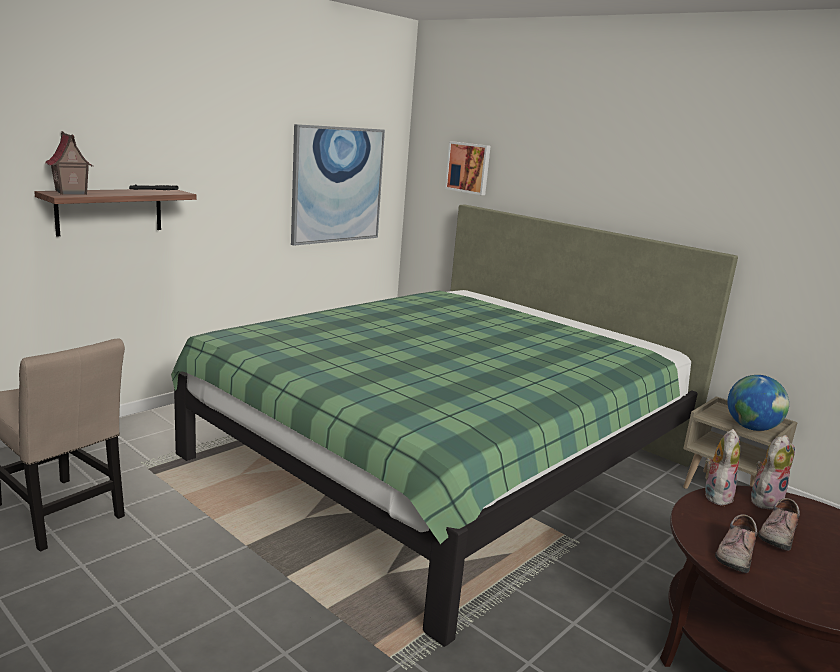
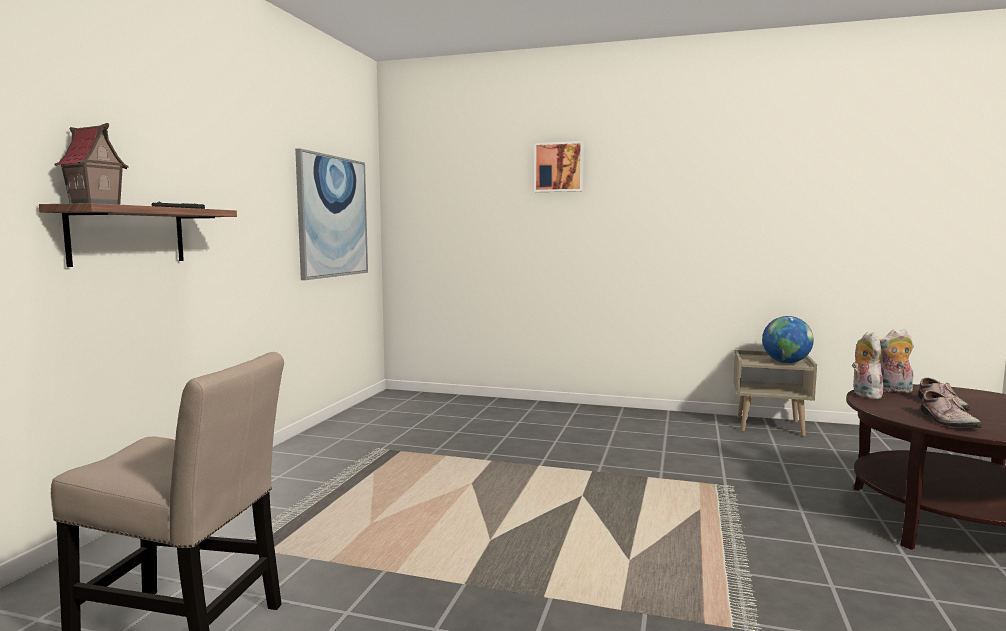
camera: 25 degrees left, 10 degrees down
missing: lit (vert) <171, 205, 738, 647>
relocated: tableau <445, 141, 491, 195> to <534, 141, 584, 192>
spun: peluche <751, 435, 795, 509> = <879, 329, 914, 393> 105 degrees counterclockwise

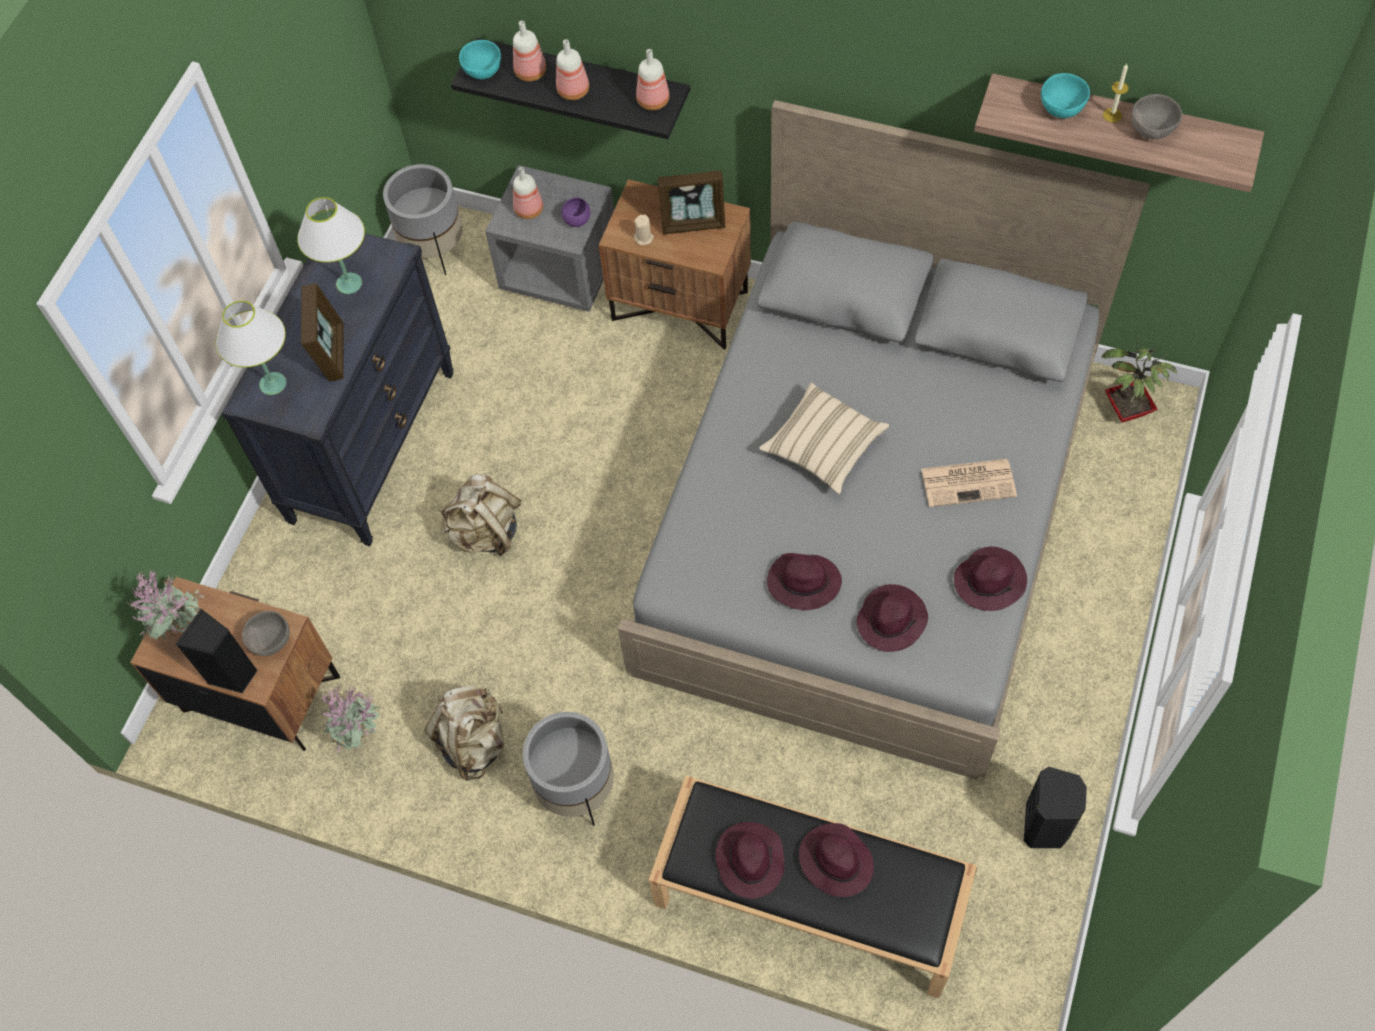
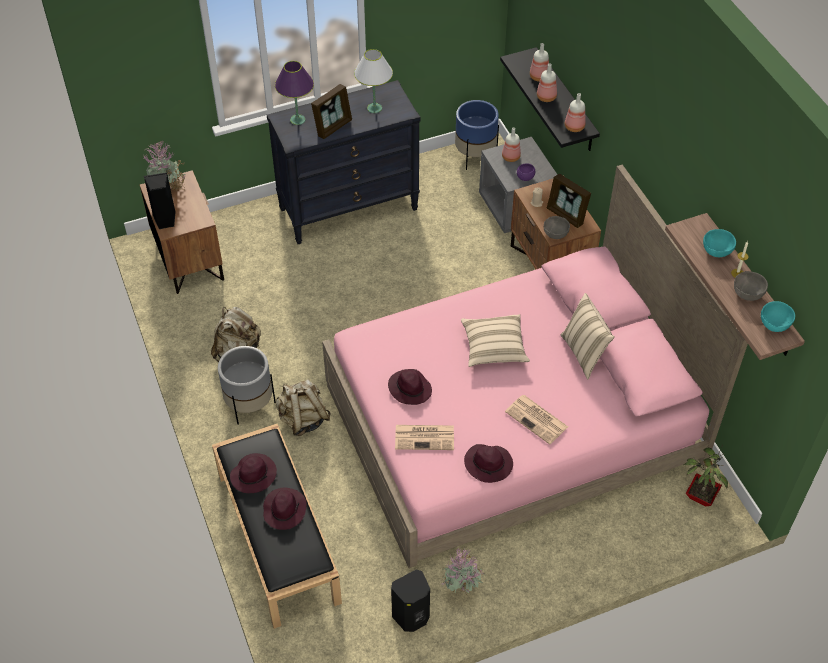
camera: 45 degrees right, 10 degrees down
appeared: coussin (beige) <560, 293, 615, 379>
relocated: bol (gris) <242, 611, 290, 656> to <544, 216, 570, 239>; plante en pot <321, 684, 380, 753> to <442, 548, 485, 595>; sac à dos (beige) <439, 474, 521, 556> to <275, 379, 331, 436>; bol (turquoise) <459, 40, 501, 79> to <761, 301, 795, 332>
exchanged: chapeau (violet) <856, 584, 928, 652> to journal <395, 425, 454, 450>
colour: lampe de table (blanc) <216, 301, 286, 395> to lampe de table (violet) <275, 61, 314, 125>; cache-pot (gris) <383, 164, 463, 275> to cache-pot (bleu) <455, 100, 499, 170>; lit (gris) <618, 100, 1150, 780> to lit (rose) <322, 165, 748, 568>

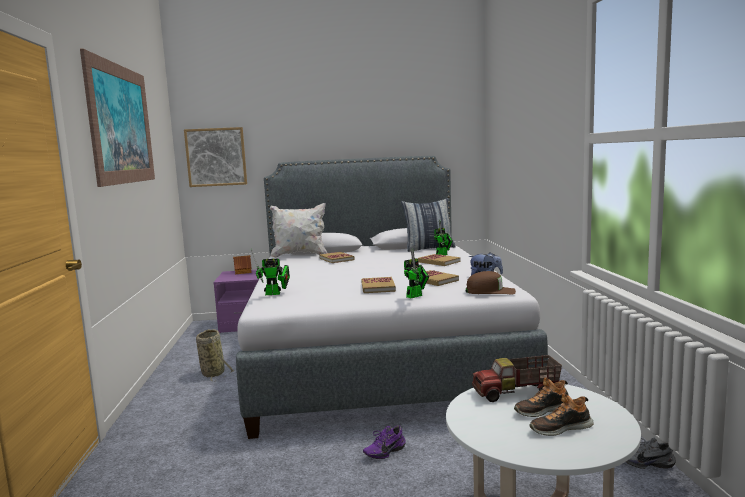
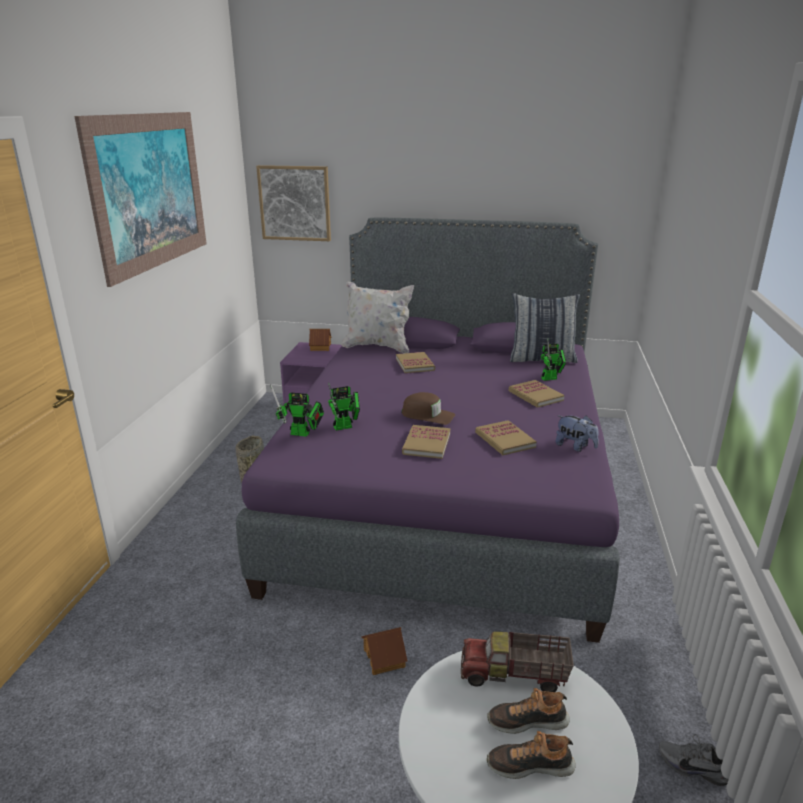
camera: 15 degrees right, 15 degrees up
relocated: robot jouet <404, 249, 429, 298> to <328, 382, 360, 431>; casquette (marron) <466, 271, 516, 294> to <402, 392, 455, 425>
exchanged: chaussure (violet) <363, 425, 406, 459> to maison miniature <361, 627, 408, 675>
colour: lit (gris) <236, 156, 548, 439> to lit (violet) <236, 218, 620, 643>

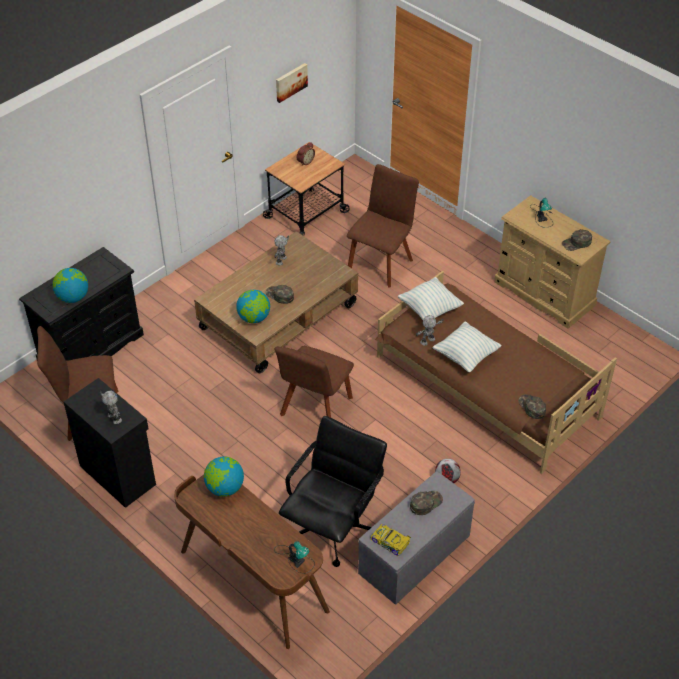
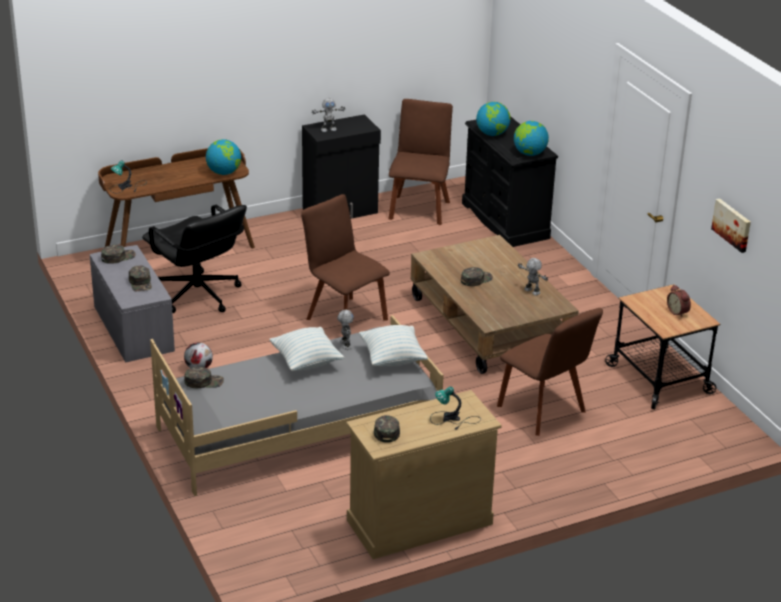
camera: 110 degrees right, 15 degrees down
relocated: globe <236, 290, 270, 323> to <514, 121, 549, 156>
exchanged: petite voiture <371, 524, 411, 556> to casquette (vert) <101, 245, 136, 264>
colour: lit (marron) <375, 271, 617, 474> to lit (gris) <150, 315, 444, 496>

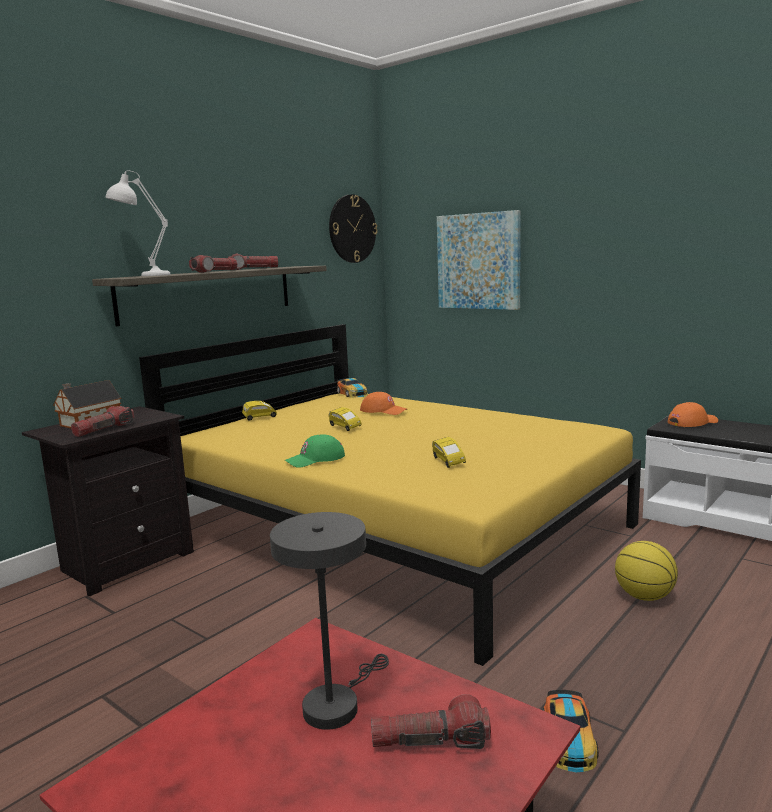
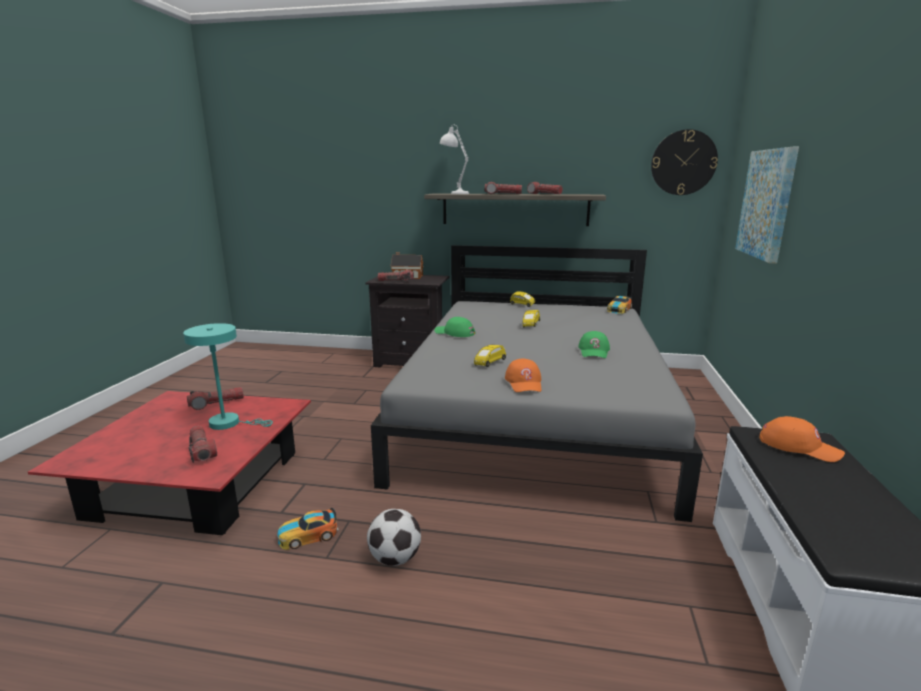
camera: 60 degrees right, 5 degrees up
missing: ballon de basket <615, 541, 678, 601>
appeared: lampe de poche <187, 387, 244, 410>; ballon de foot <367, 509, 421, 566>; casquette (vert) <578, 331, 610, 358>
relocated: casquette (orange) <360, 392, 407, 415> to <505, 358, 541, 392>
colour: lit (jaune) <139, 324, 641, 666> to lit (gris) <371, 245, 703, 522>; lampe de table (gris) <270, 512, 389, 730> to lampe de table (turquoise) <183, 323, 273, 430>

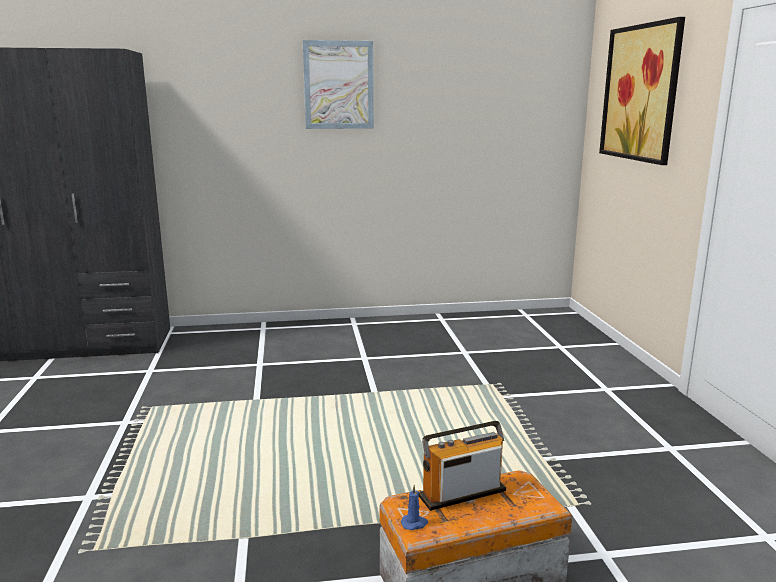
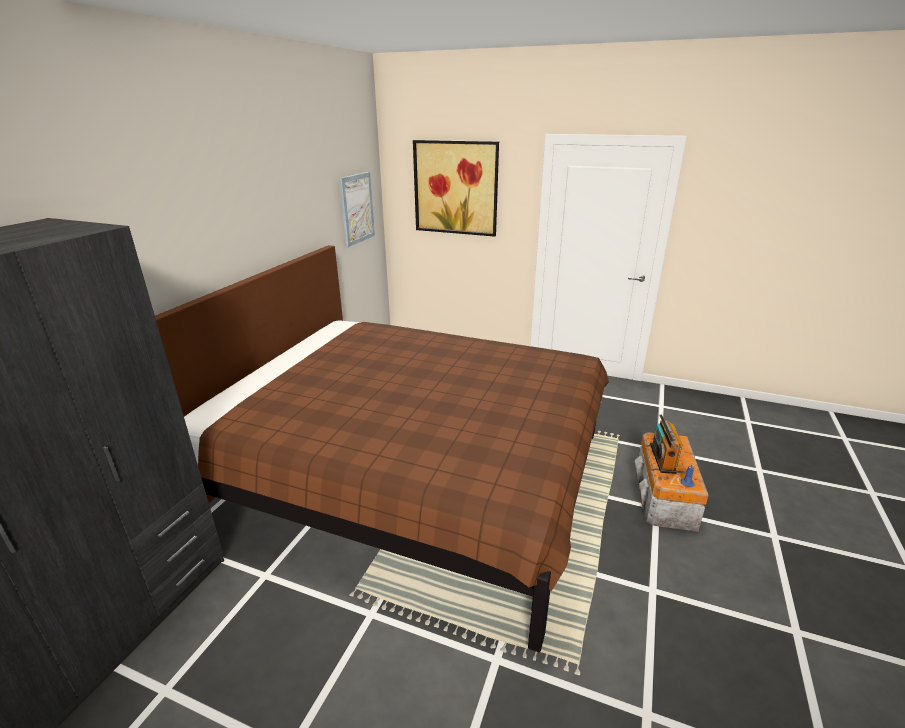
camera: 60 degrees left, 10 degrees up
appeared: lit (marron) <155, 245, 609, 653>
relocated: tableau <303, 40, 374, 129> to <340, 172, 375, 247>

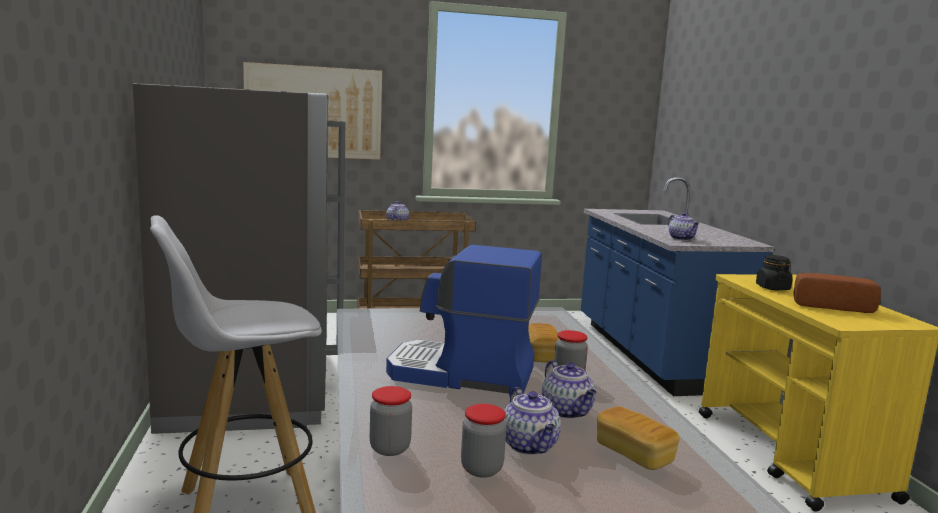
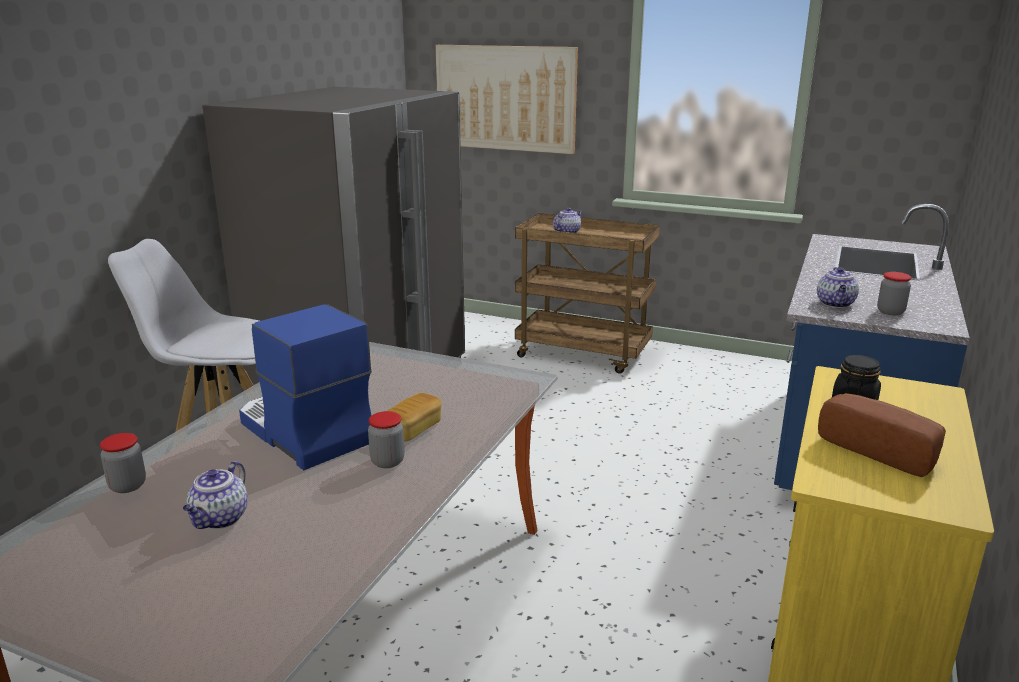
camera: 35 degrees right, 10 degrees up
missing: théière <542, 360, 597, 419>; pain <597, 406, 680, 470>
relocated: bocal <461, 404, 506, 478> to <877, 272, 912, 315>

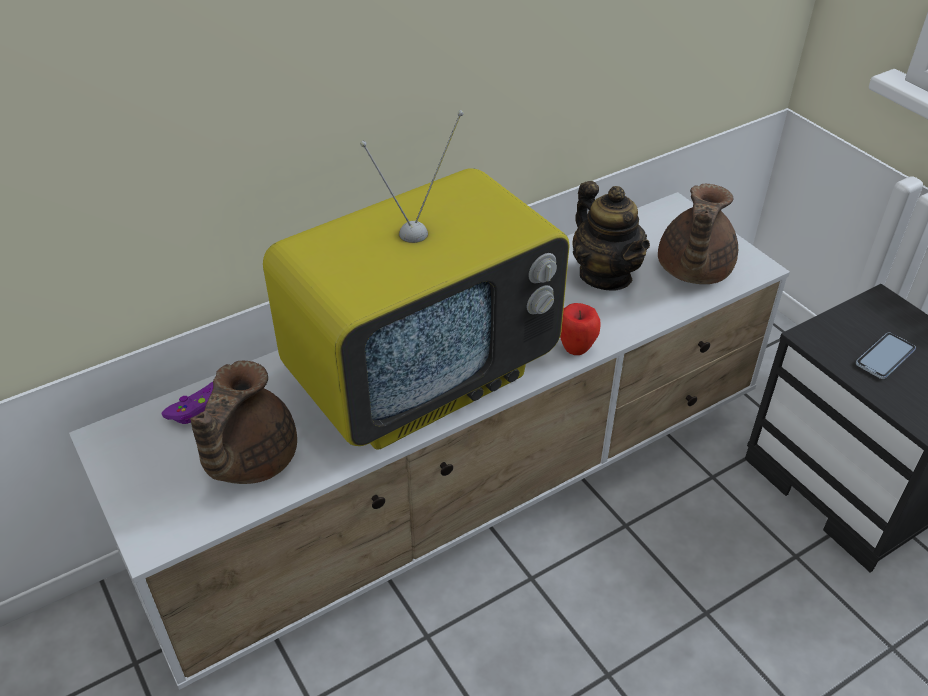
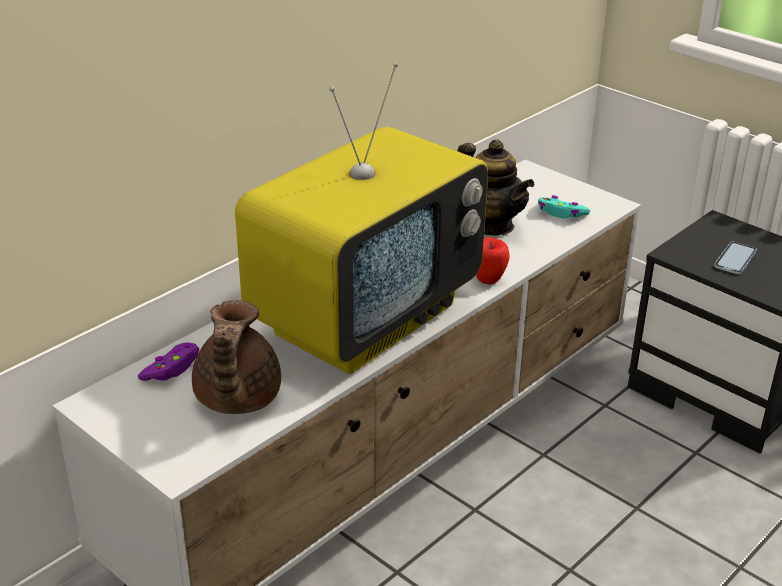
camera: 15 degrees left, 10 degrees down
exchanged: théière (marron) <658, 184, 738, 284> to manette (turquoise) <538, 195, 590, 218>

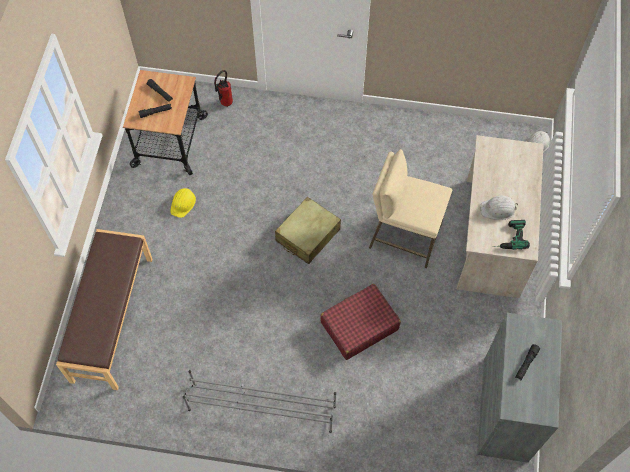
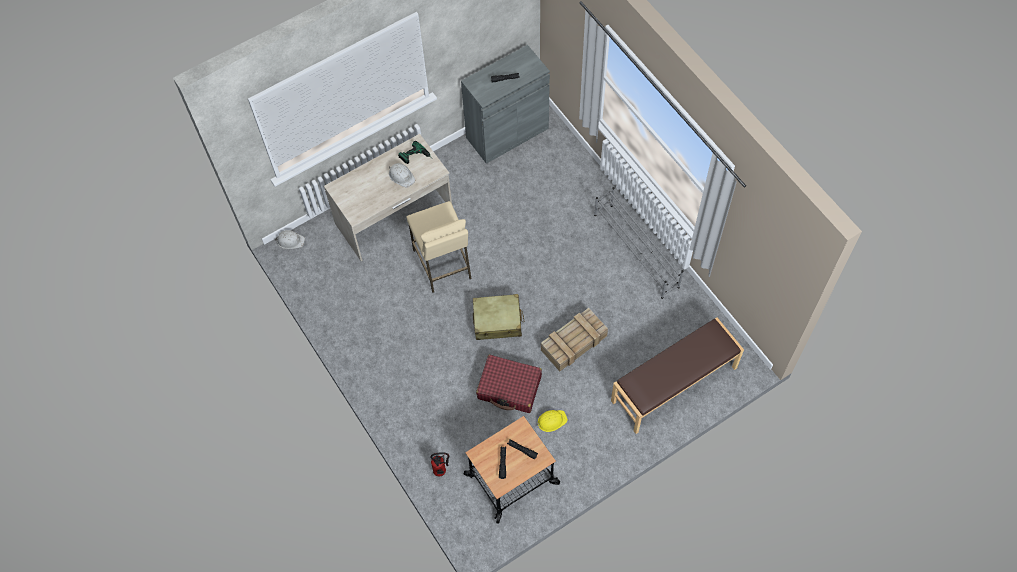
camera: 130 degrees left, 0 degrees up
appeared: caisse <541, 308, 608, 371>
relocated: valise (rouge) <320, 284, 401, 360> to <476, 355, 542, 413>

